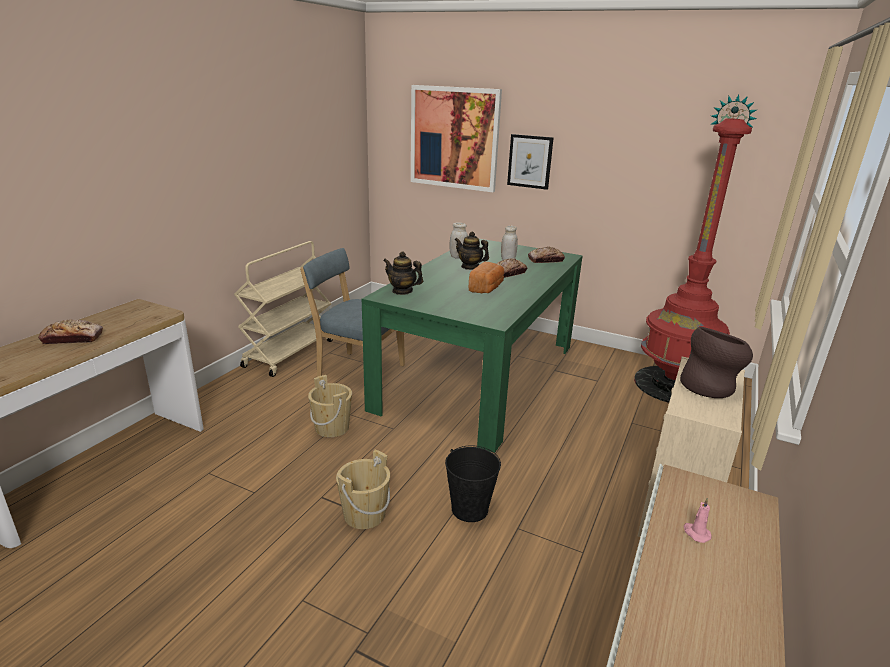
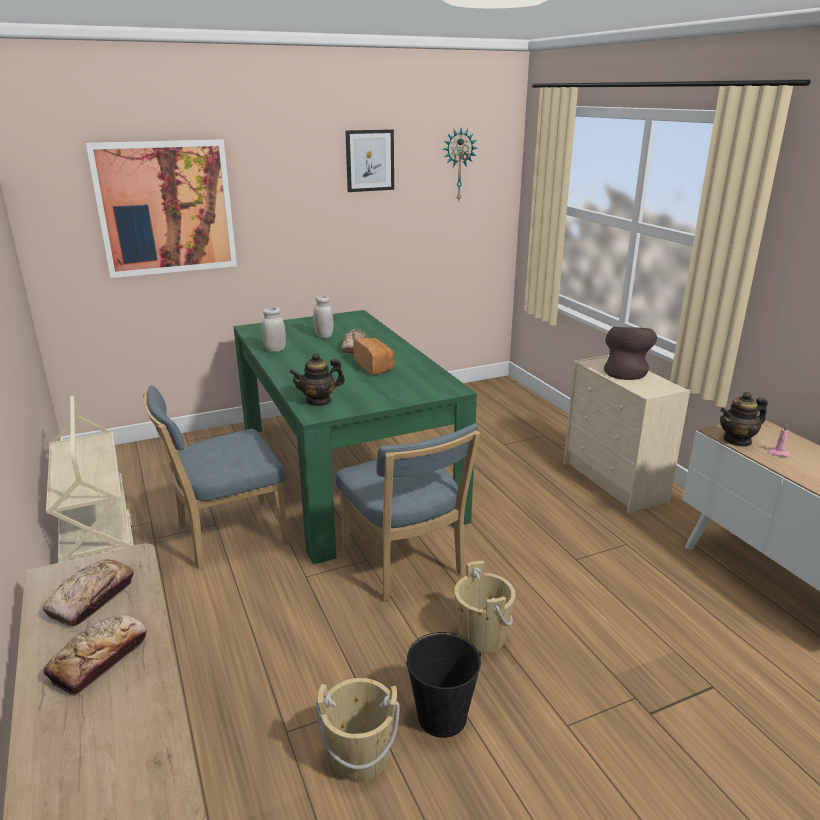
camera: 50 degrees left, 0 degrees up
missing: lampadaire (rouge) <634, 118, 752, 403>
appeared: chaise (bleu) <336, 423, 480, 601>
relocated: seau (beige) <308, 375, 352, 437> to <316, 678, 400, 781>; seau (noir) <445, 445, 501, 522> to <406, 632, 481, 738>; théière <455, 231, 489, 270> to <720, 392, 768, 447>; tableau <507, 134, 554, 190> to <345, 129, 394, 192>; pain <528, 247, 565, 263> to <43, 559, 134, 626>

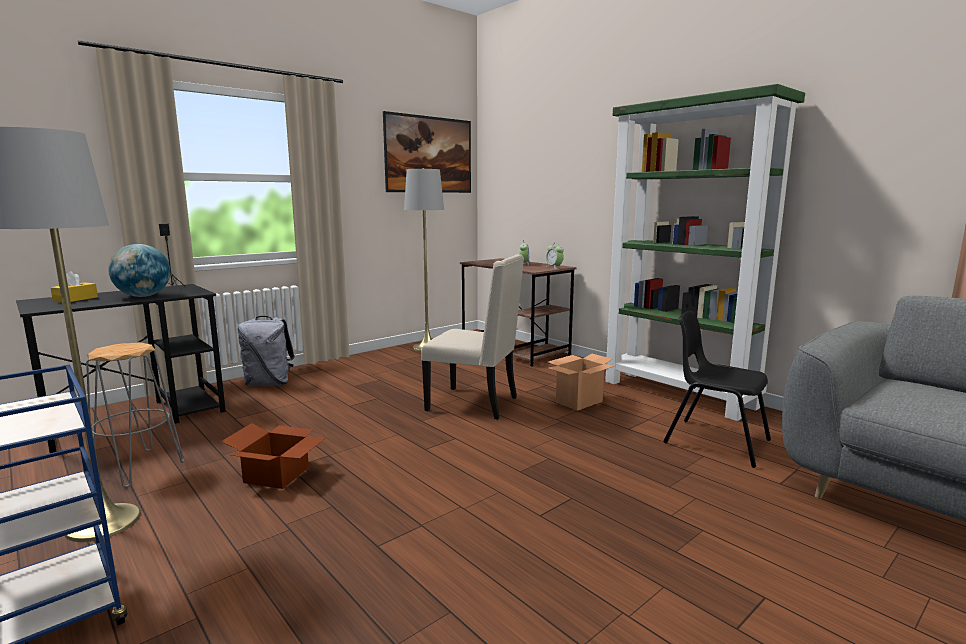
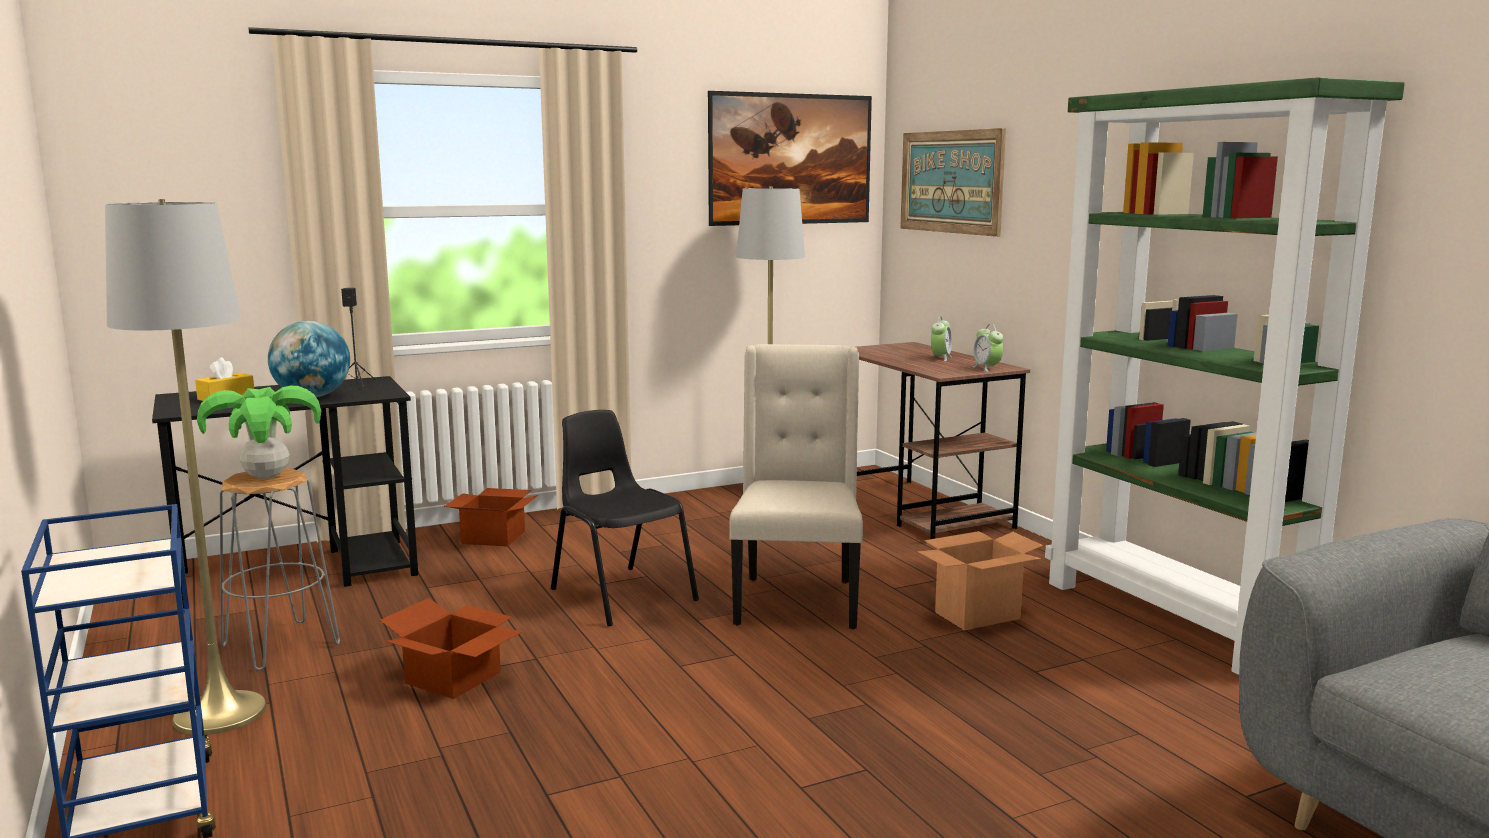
camera: 15 degrees right, 0 degrees up
appeared: plante en pot <197, 386, 321, 479>; tableau <900, 128, 1006, 237>
relocated: chaise (noir) <663, 311, 771, 468> to <551, 410, 699, 626>
exchanged: sac à dos (gris) <237, 316, 295, 386> to carton <444, 488, 538, 546>
spun: chaise (beige) <421, 254, 524, 420> = <729, 344, 863, 629> 120 degrees counterclockwise

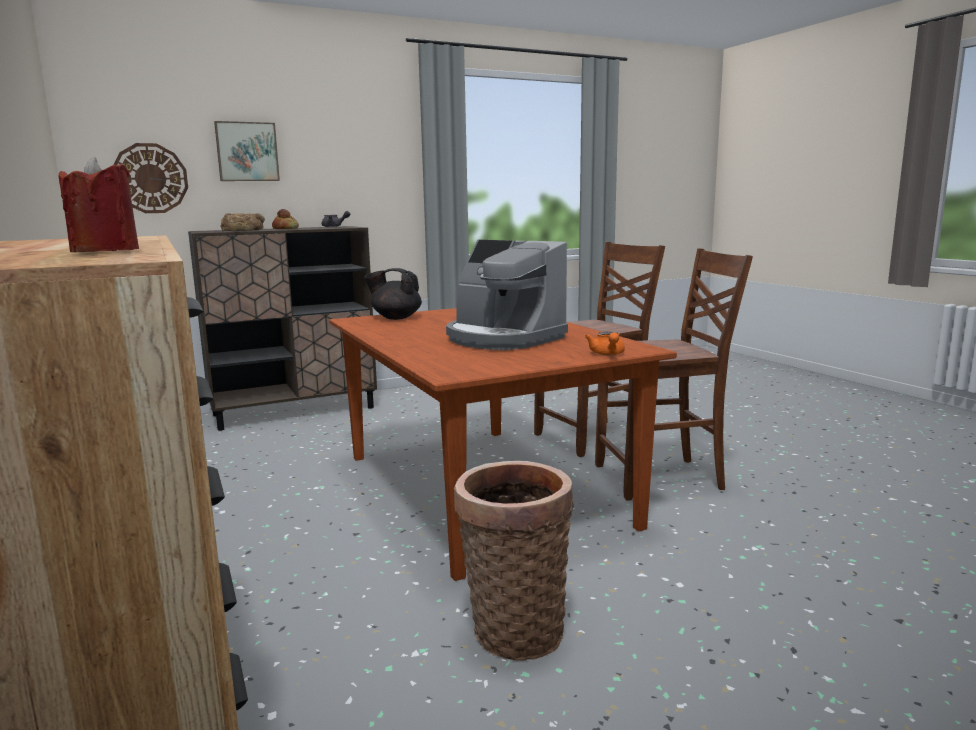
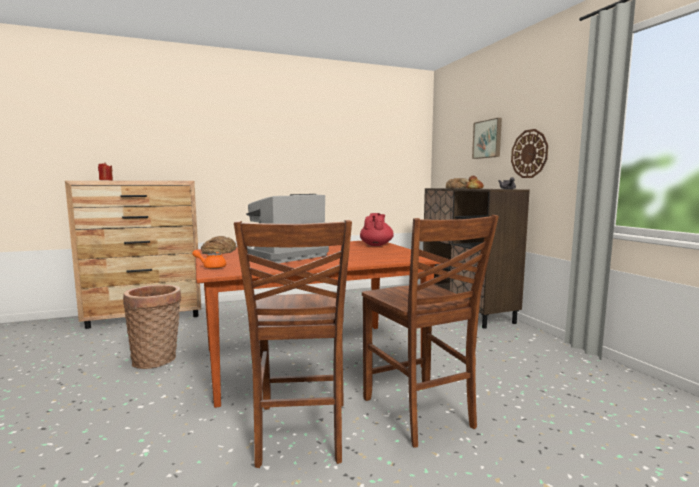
camera: 95 degrees right, 5 degrees down
appeared: pain <201, 236, 236, 254>
relocated: horloge murale <113, 143, 188, 213> to <511, 129, 548, 178>
colour: théière (noir) <364, 268, 422, 320> to théière (rouge) <360, 213, 394, 246>

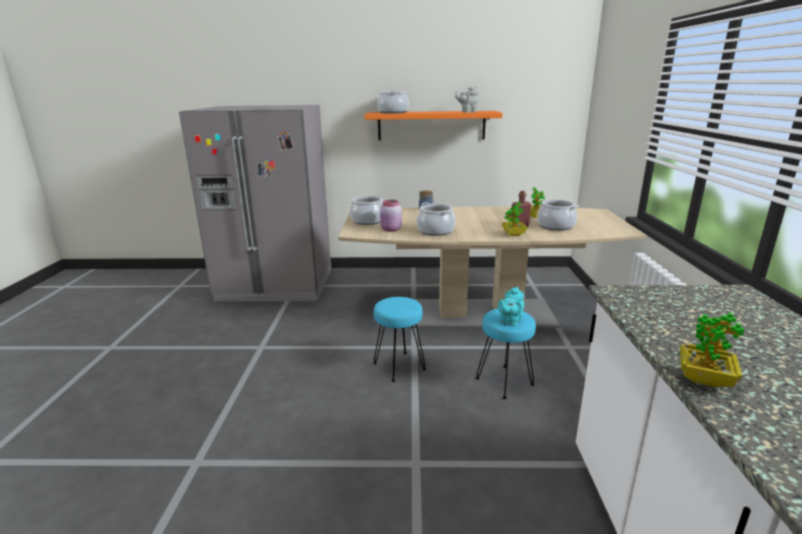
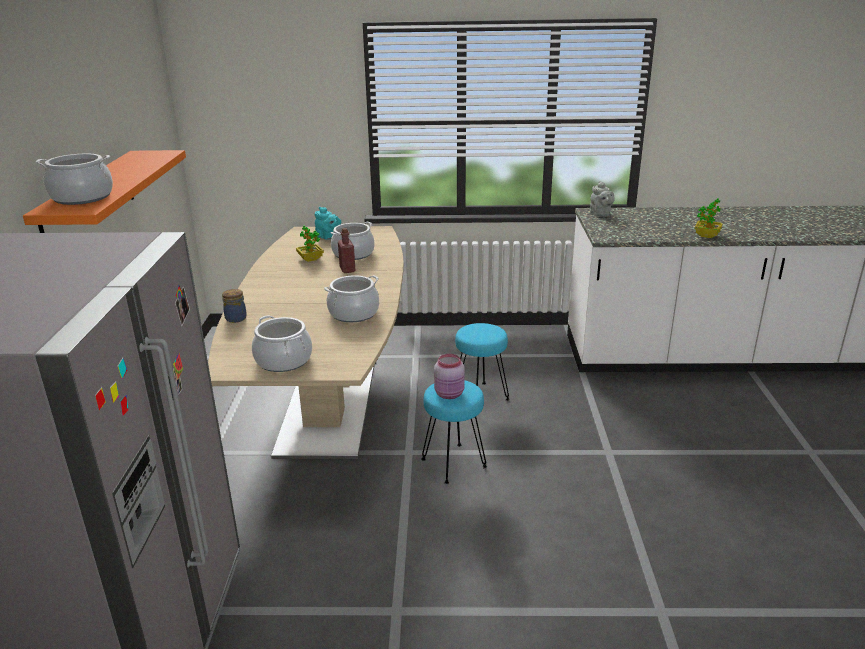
camera: 90 degrees left, 5 degrees up
missing: plante en pot <502, 201, 527, 236>
relocated: bocal (rose) <380, 200, 402, 232> to <434, 354, 465, 399>; théière (gris) <455, 87, 479, 113> to <590, 181, 615, 217>; théière (turquoise) <498, 286, 524, 326> to <315, 207, 341, 240>

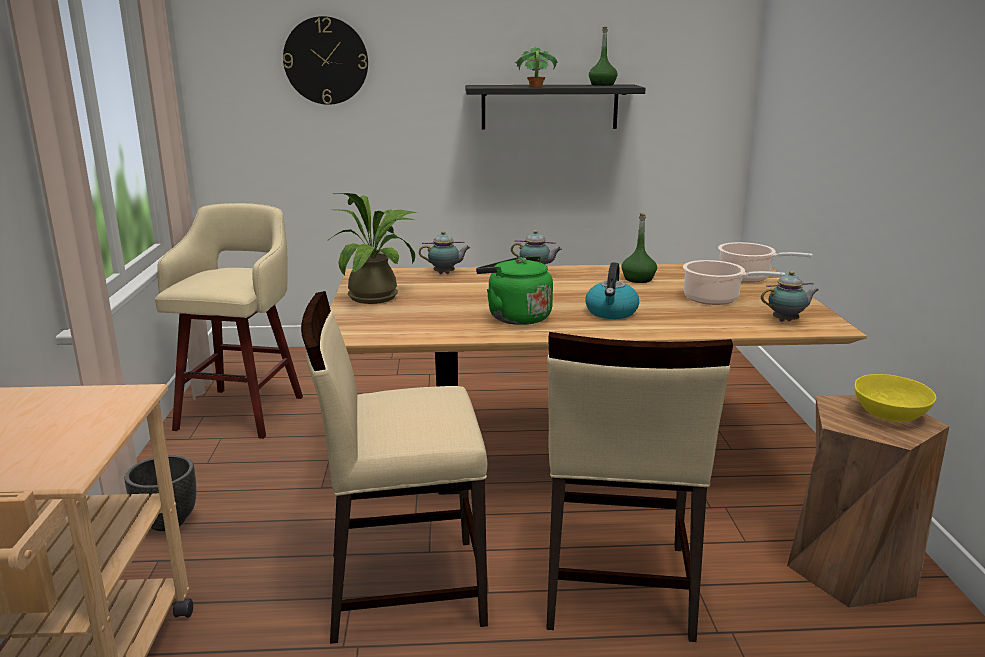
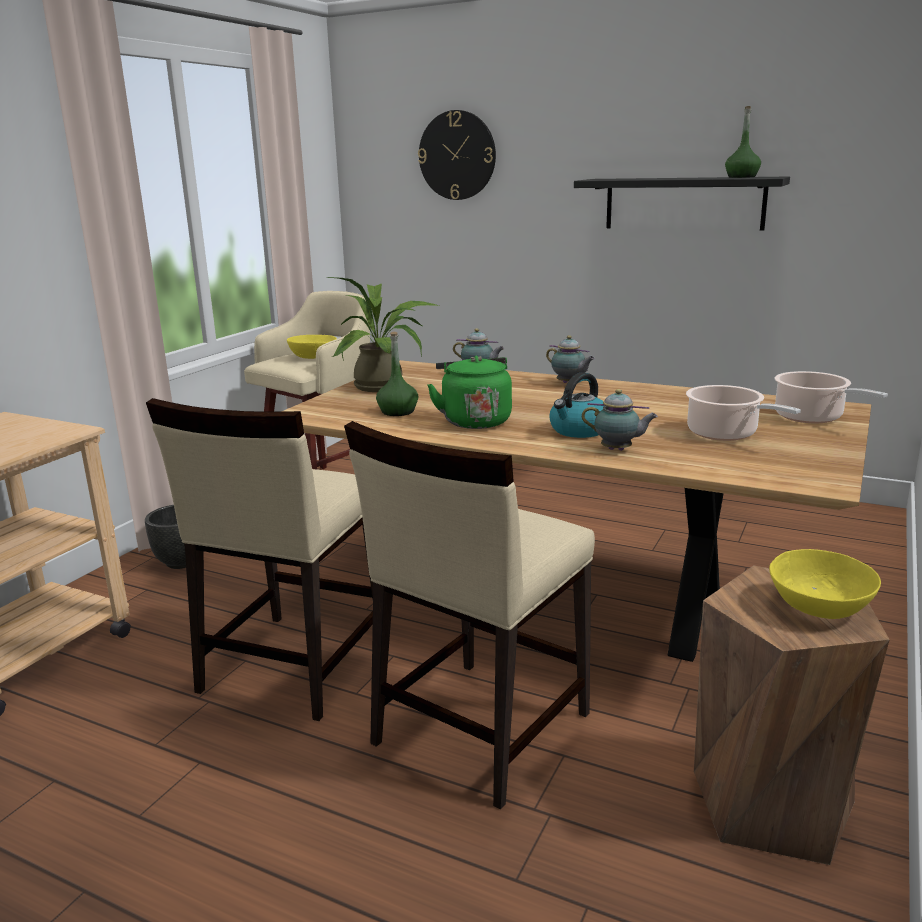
camera: 30 degrees right, 0 degrees up
missing: plante en pot <515, 47, 558, 87>
appeared: bol (jaune) <287, 335, 337, 359>
relocated: bouteille (vert) <621, 213, 657, 283> to <376, 332, 418, 416>; théière <761, 271, 819, 322> to <582, 389, 658, 451>
spun: chaise (beige) <301, 291, 488, 644> = <146, 398, 373, 721> 90 degrees counterclockwise

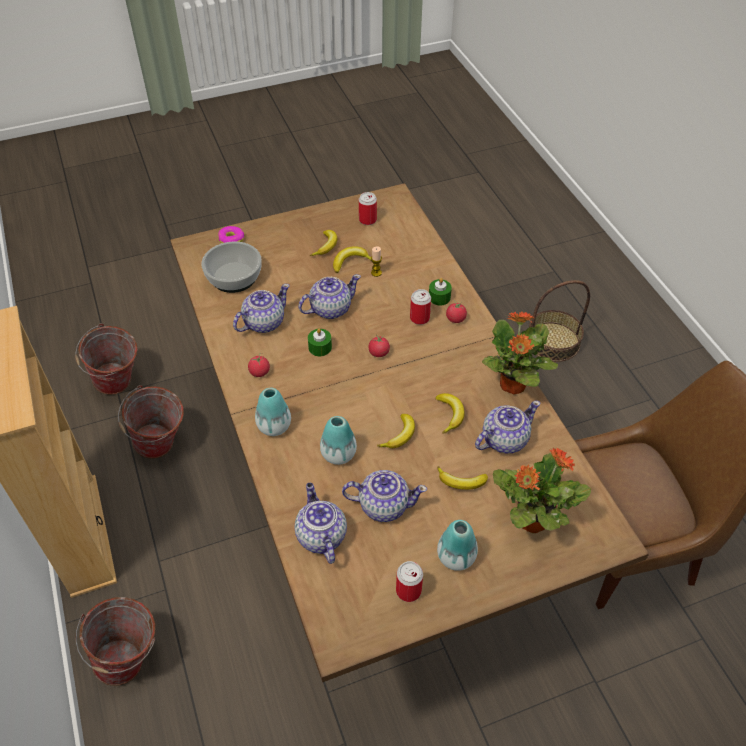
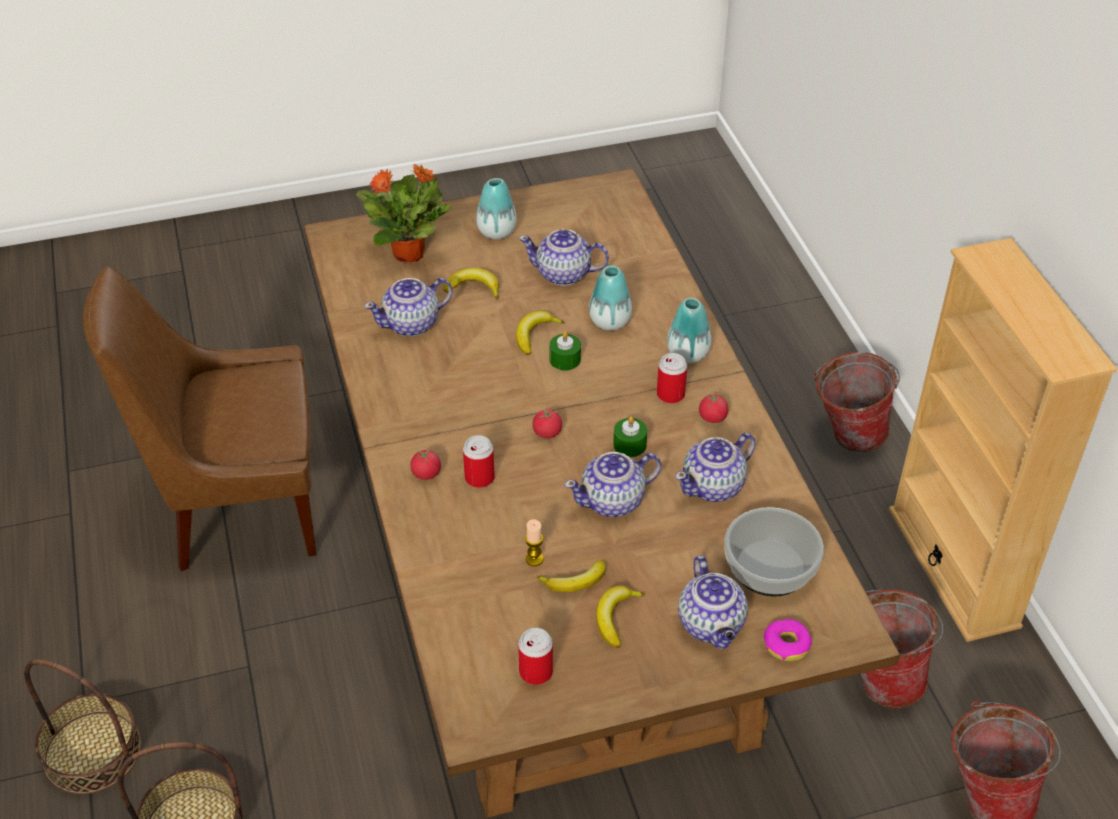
camera: 175 degrees left, 5 degrees down
missing: banane <436, 393, 465, 434>; plante en pot <482, 311, 558, 395>
appeared: panier <24, 659, 141, 794>
relocated: théière <294, 483, 347, 564> to <678, 555, 748, 649>; boîte métallique <396, 561, 423, 602> to <657, 353, 687, 403>; bougie (vert) <429, 278, 452, 306> to <549, 331, 581, 371>

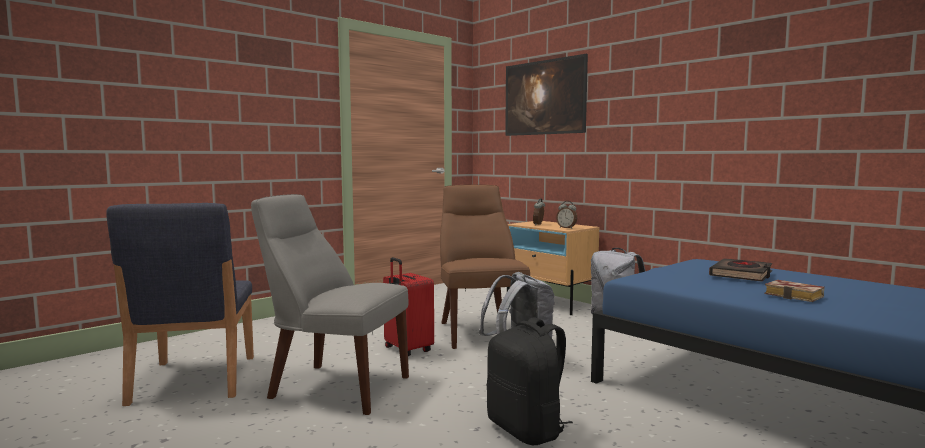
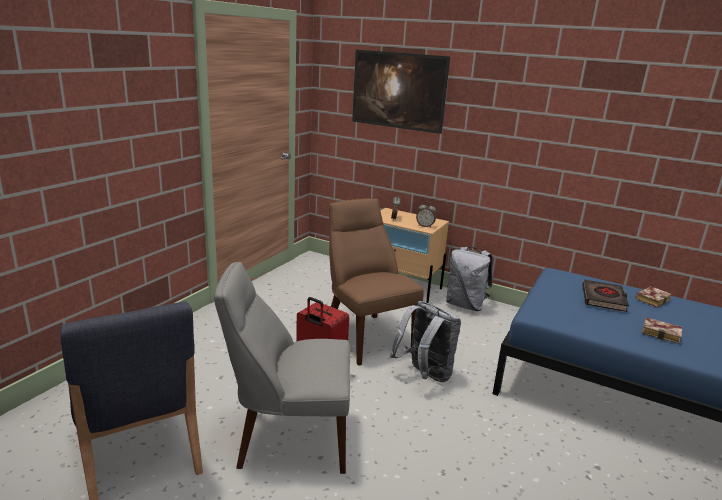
camera: 20 degrees left, 15 degrees up
missing: sac à dos (noir) <487, 317, 573, 445>
appeared: livre <635, 286, 672, 307>

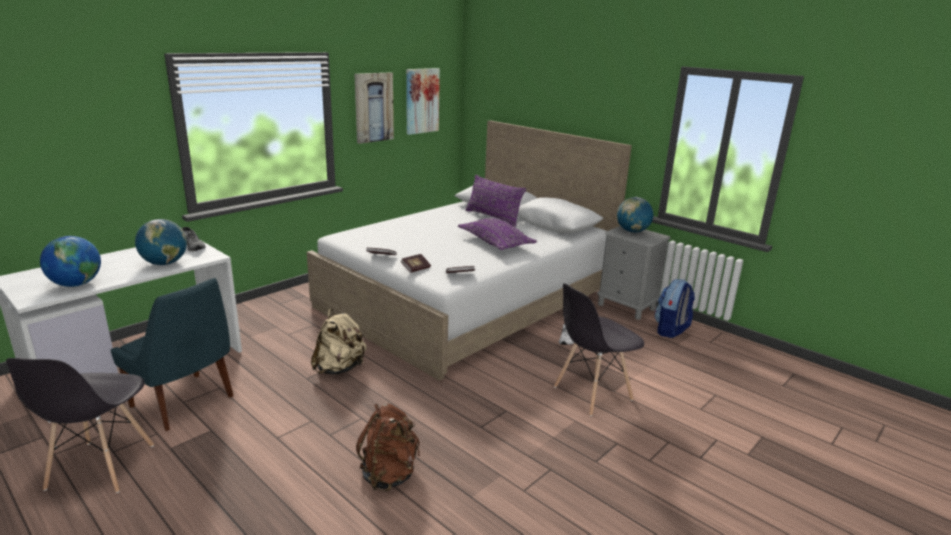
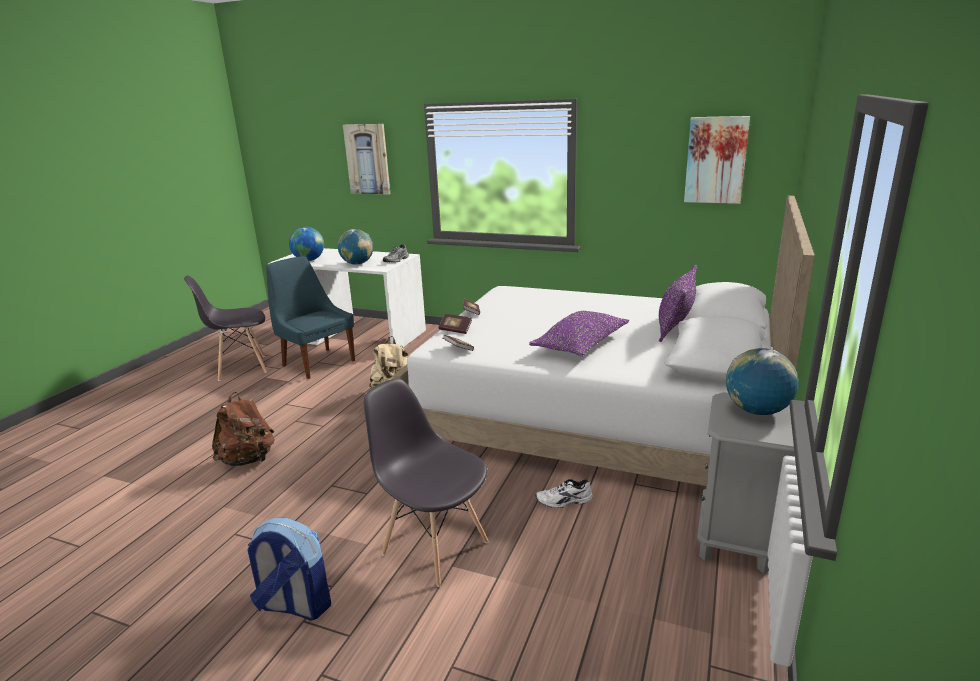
camera: 70 degrees right, 0 degrees up
relocated: tableau <355, 72, 394, 144> to <343, 124, 390, 195>; sac à dos <654, 279, 695, 338> to <247, 518, 331, 621>
spun: chaise (bleu) <111, 278, 234, 431> = <266, 256, 355, 379> 120 degrees clockwise

